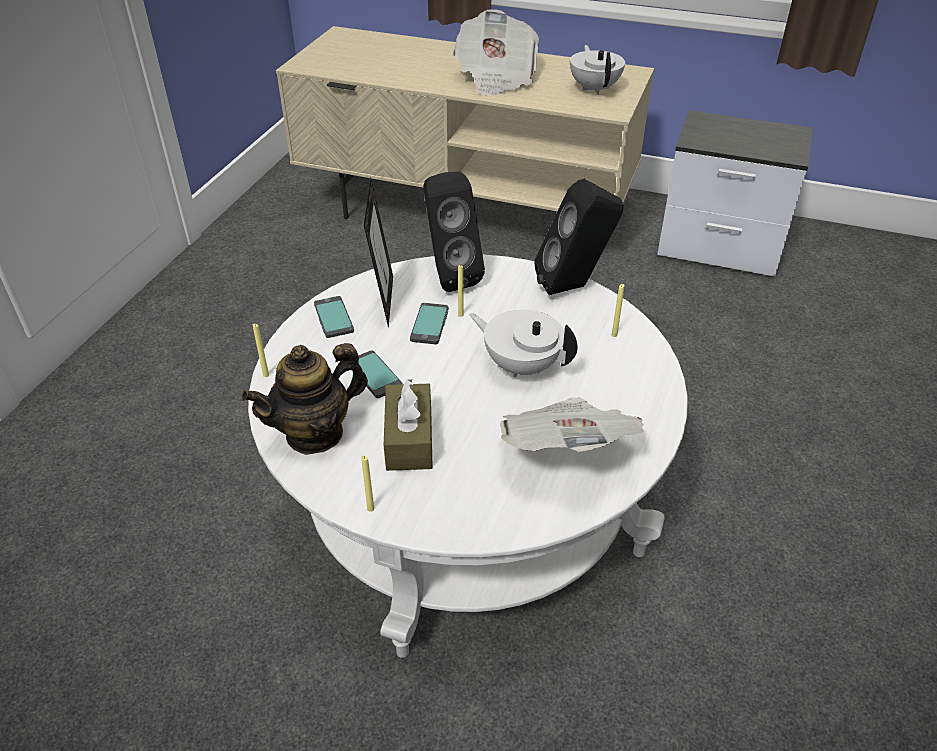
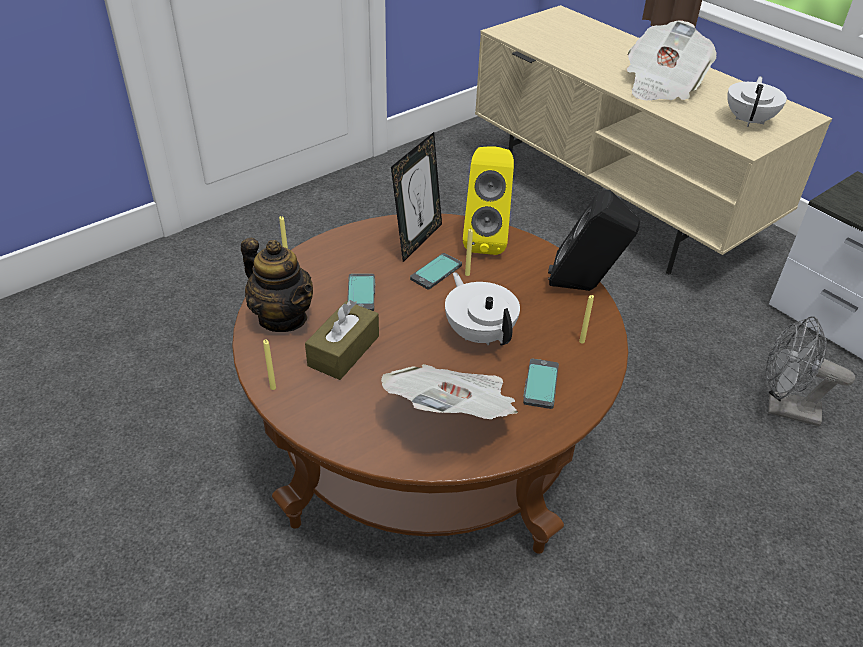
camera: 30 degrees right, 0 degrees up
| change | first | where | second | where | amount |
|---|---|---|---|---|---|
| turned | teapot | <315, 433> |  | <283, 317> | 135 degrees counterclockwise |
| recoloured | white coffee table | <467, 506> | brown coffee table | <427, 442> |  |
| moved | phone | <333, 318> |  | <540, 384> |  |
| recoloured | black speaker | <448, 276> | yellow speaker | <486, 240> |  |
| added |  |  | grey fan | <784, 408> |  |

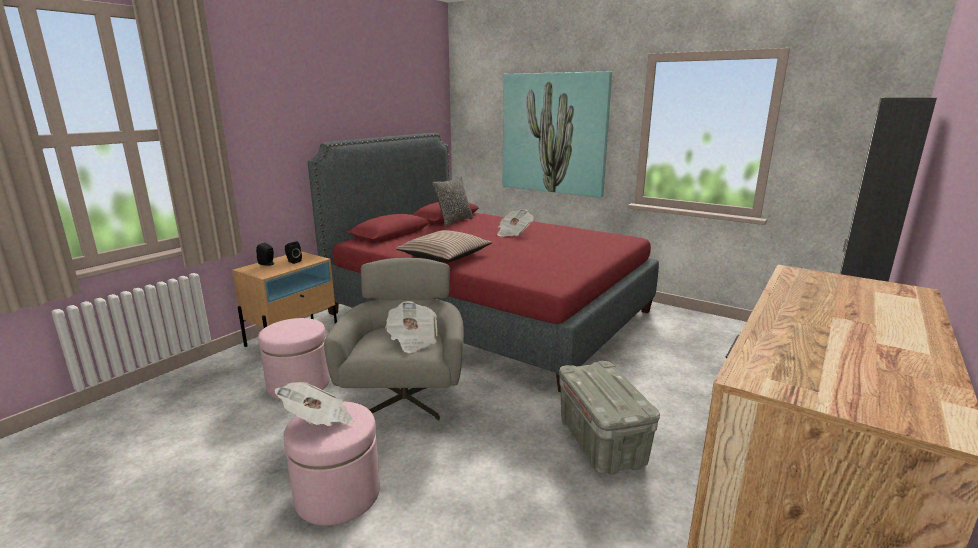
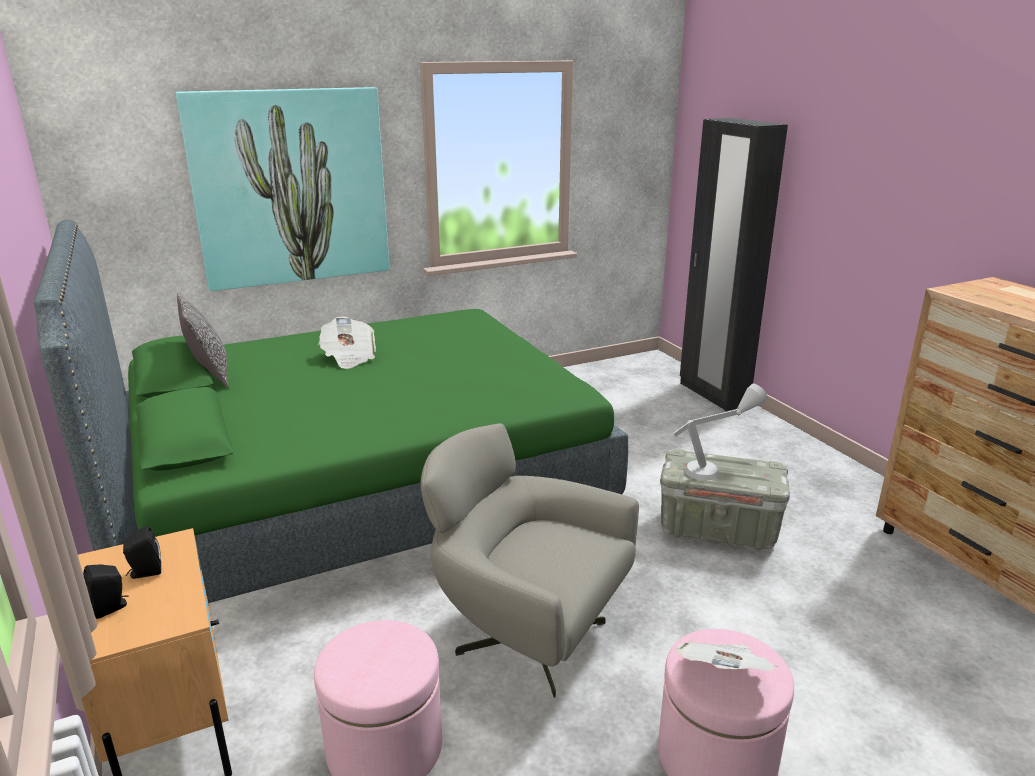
camera: 60 degrees left, 5 degrees up
| change | first | where | second | where | amount |
|---|---|---|---|---|---|
| recoloured | red bed | <488, 312> | green bed | <355, 491> |  |
| removed | newspaper | <412, 340> |  |  |  |
| removed | pillow | <444, 256> |  |  |  |
| added |  |  | grey table lamp | <716, 467> |  |

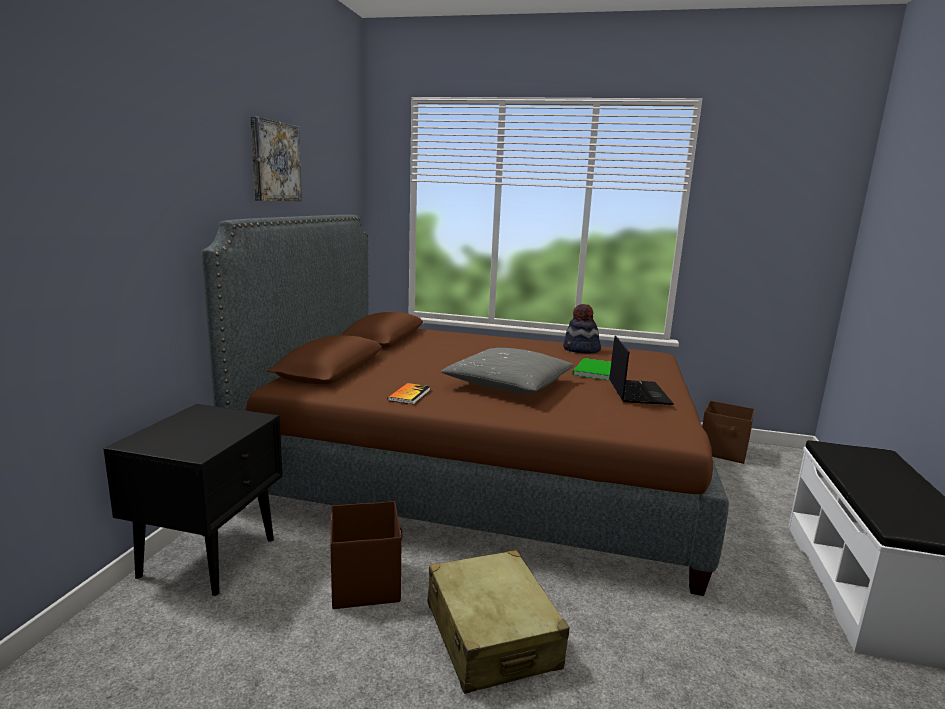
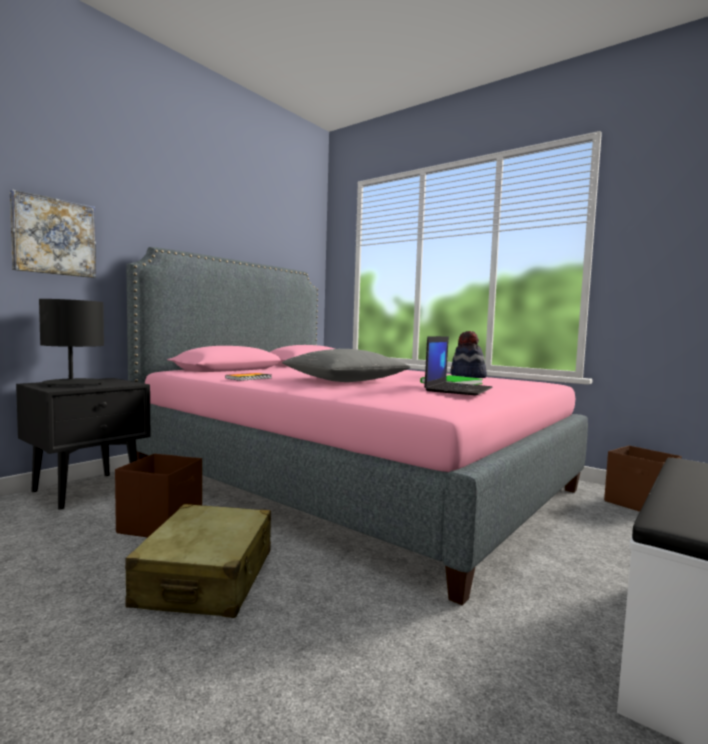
camera: 25 degrees right, 10 degrees down
| change | first | where | second | where | amount |
|---|---|---|---|---|---|
| recoloured | brown bed | <480, 473> | pink bed | <349, 480> |  |
| moved | picture | <274, 161> |  | <54, 237> |  |
| added |  |  | black table lamp | <73, 383> |  |

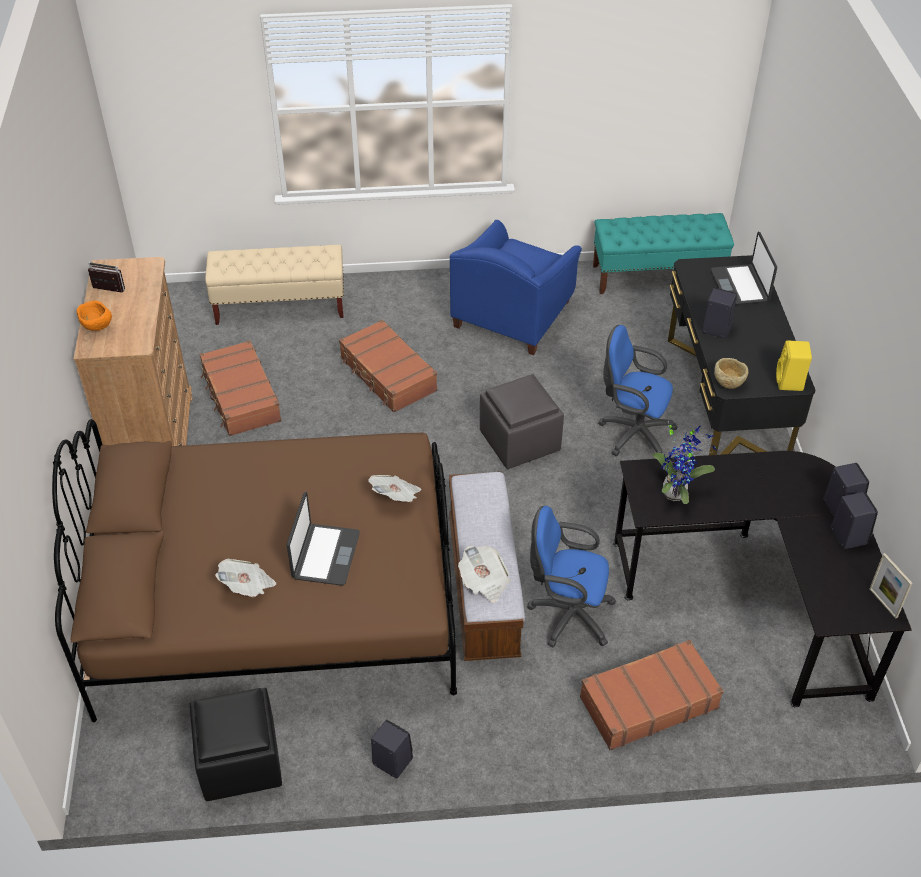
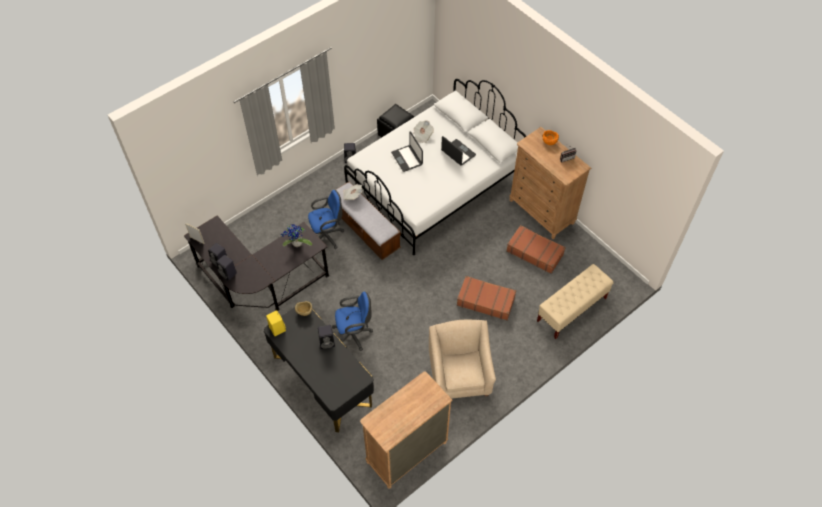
camera: 145 degrees right, 10 degrees up
| change | first | where | second | where | amount |
|---|---|---|---|---|---|
| recoloured | brown bed | <277, 599> | white bed | <434, 184> |  |
| removed | newspaper | <396, 497> |  |  |  |
| recoloured | blue armchair | <513, 315> | beige armchair | <460, 374> |  |
| removed | grey ottoman | <520, 441> |  |  |  |
| removed | brown suitcase | <648, 702> |  |  |  |
| replaced | turquoise bench | <657, 276> | brown dresser | <406, 453> |  |
| moved | laptop | <740, 286> |  | <458, 153> |  |

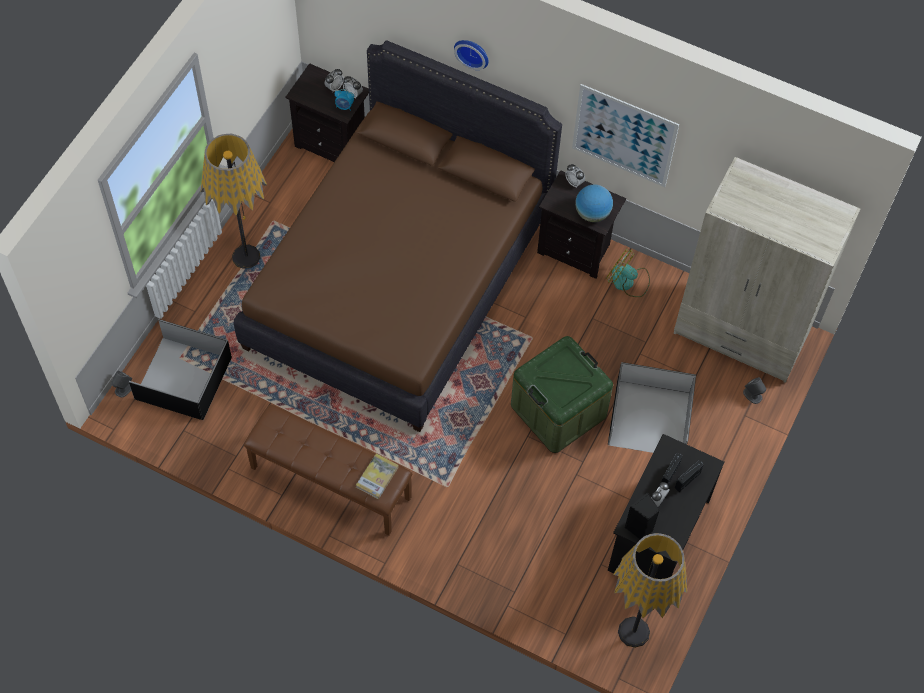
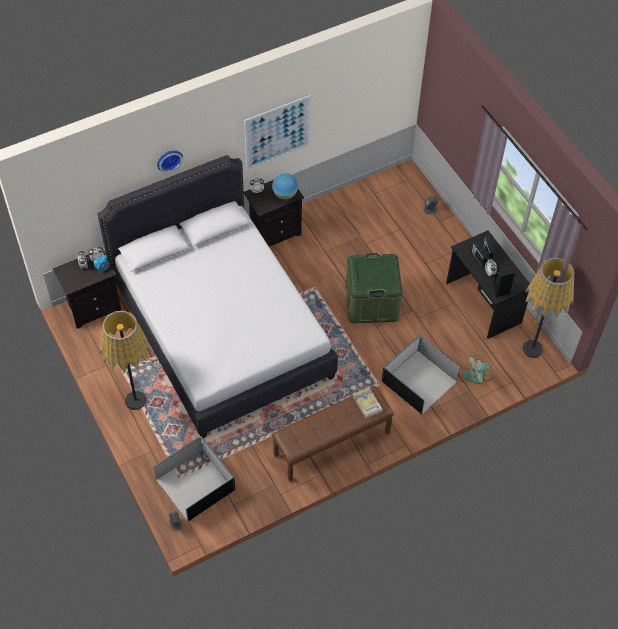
camera: 55 degrees left, 5 degrees down
| change | first | where | second | where | amount |
|---|---|---|---|---|---|
| recoloured | brown bed | <397, 281> | white bed | <221, 330> |  |
| moved | fan | <627, 282> |  | <478, 375> |  |
| moved | black storage box | <648, 418> |  | <418, 381> |  |
| removed | beige wardrobe | <741, 333> |  |  |  |

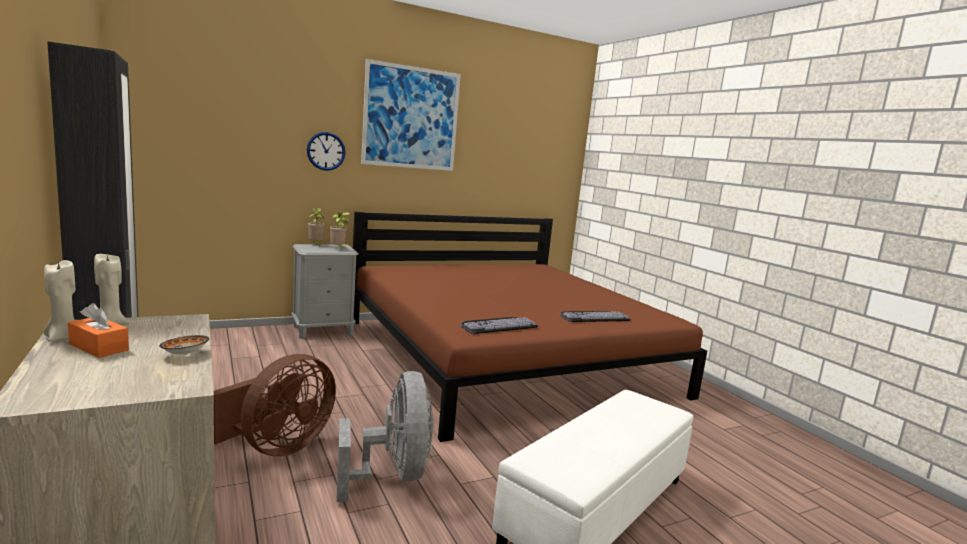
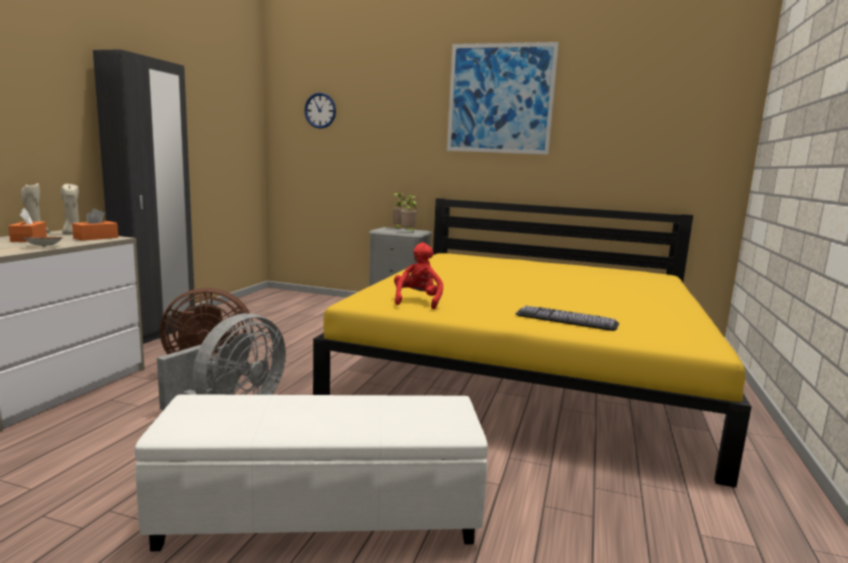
camera: 45 degrees right, 0 degrees up
| change | first | where | second | where | amount |
|---|---|---|---|---|---|
| moved | wall clock | <326, 151> |  | <320, 110> |  |
| recoloured | brown bed | <505, 356> | yellow bed | <529, 366> |  |
| replaced | keyboard | <497, 325> | red plush toy | <417, 301> |  |
| added |  |  | orange tissue box | <96, 238> |  |

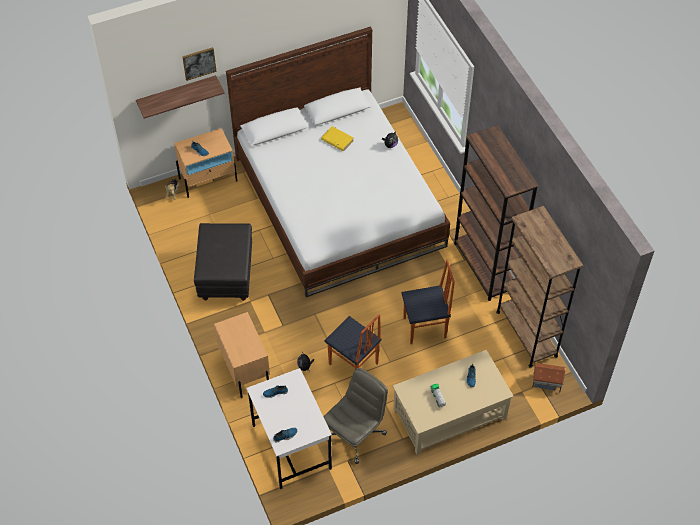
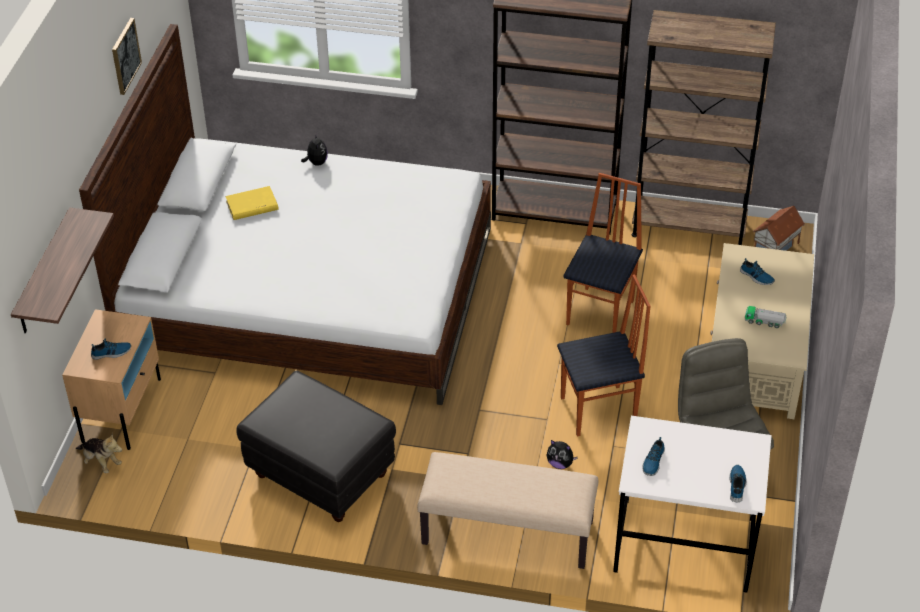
camera: 55 degrees left, 10 degrees down
| change | first | where | second | where | amount |
|---|---|---|---|---|---|
| moved | picture | <199, 63> |  | <125, 56> |  |
| replaced | beige nightstand | <244, 369> | beige bench | <506, 533> |  |

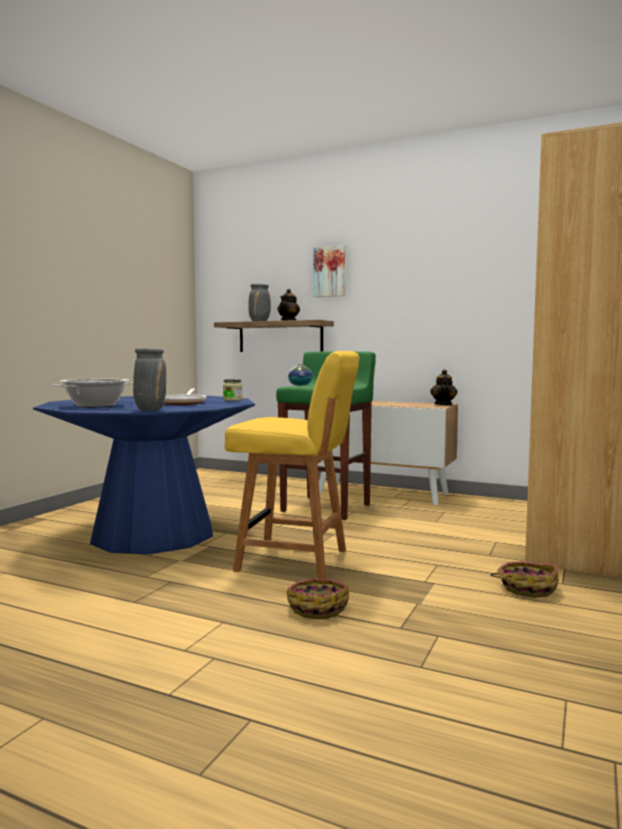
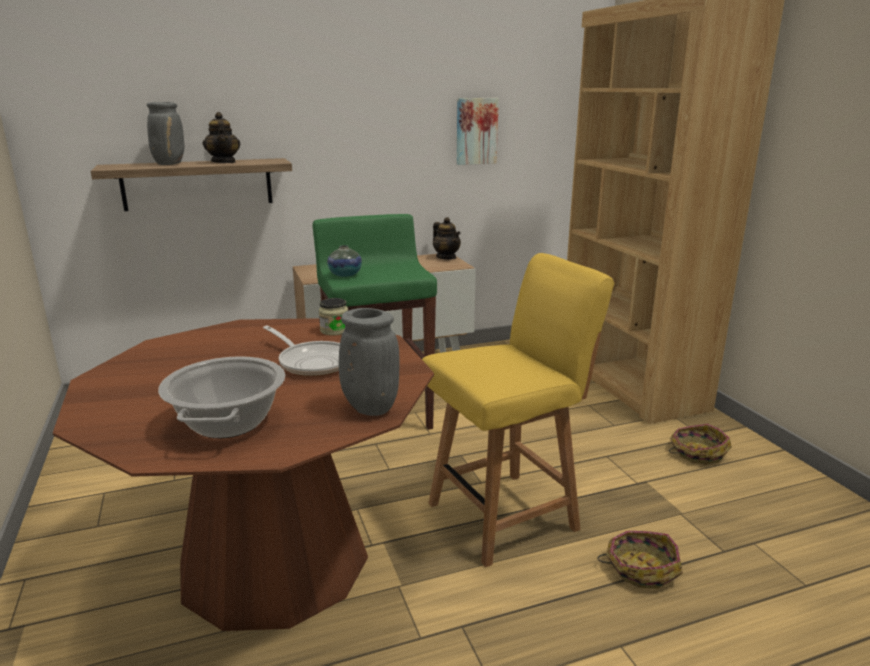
camera: 45 degrees left, 15 degrees up
| change | first | where | second | where | amount |
|---|---|---|---|---|---|
| recoloured | blue dining table | <153, 534> | brown dining table | <275, 560> |  |
| moved | picture | <330, 271> |  | <476, 131> |  |

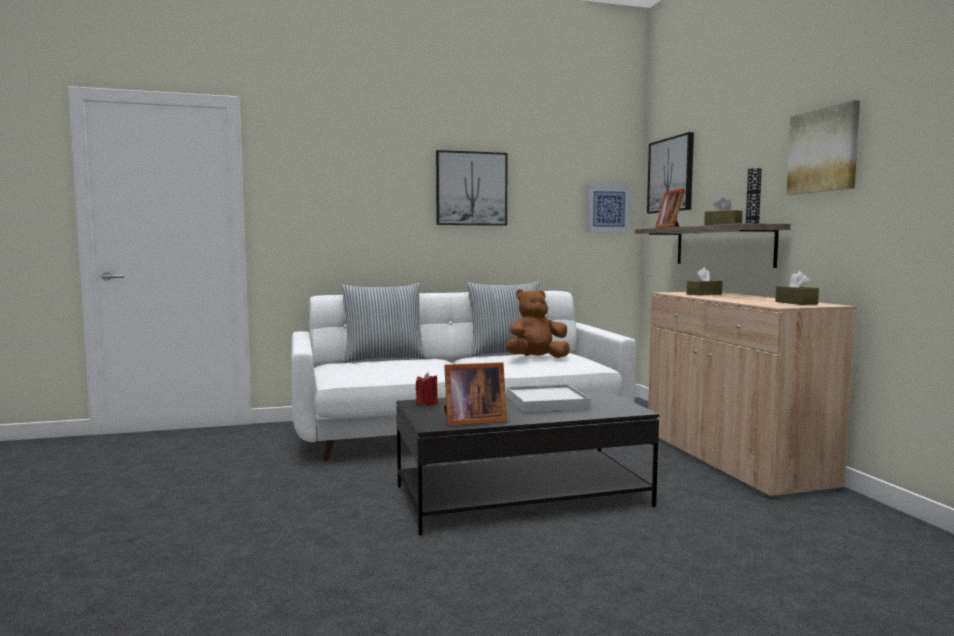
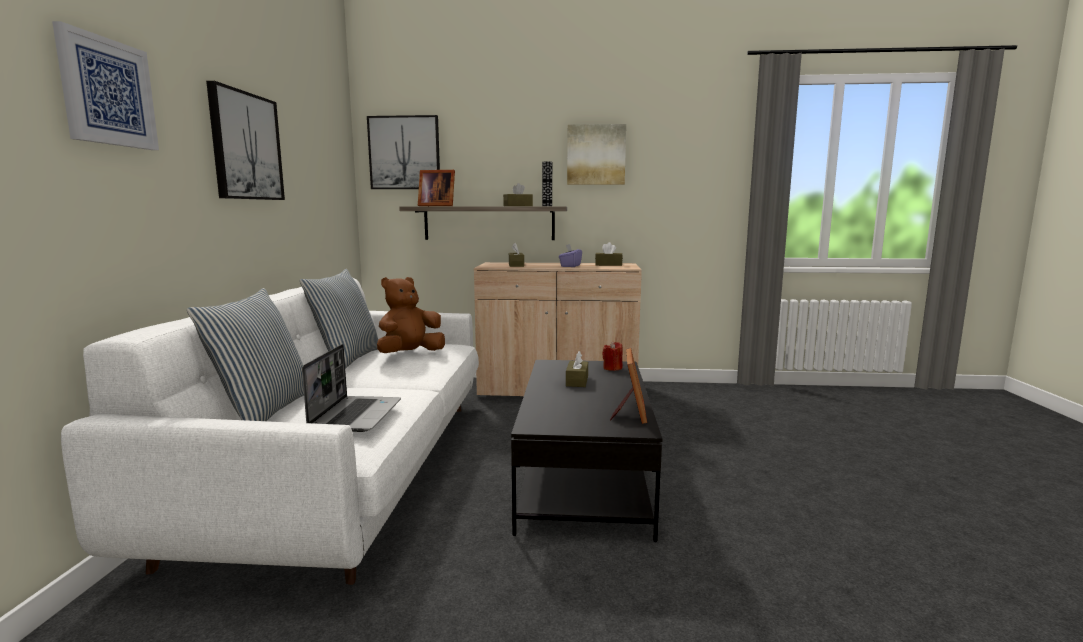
camera: 70 degrees left, 5 degrees up
| change | first | where | second | where | amount |
|---|---|---|---|---|---|
| moved | red candle | <427, 403> |  | <612, 368> |  |
| turned | brown plush toy | <536, 358> |  | <410, 354> | 45 degrees clockwise |
| replaced | white tray | <547, 402> | brown tissue box | <577, 381> |  |
| moved | picture | <607, 208> |  | <107, 92> |  |
| added |  |  | laptop | <356, 415> |  |
| added |  |  | purple tissue box | <570, 266> |  |

